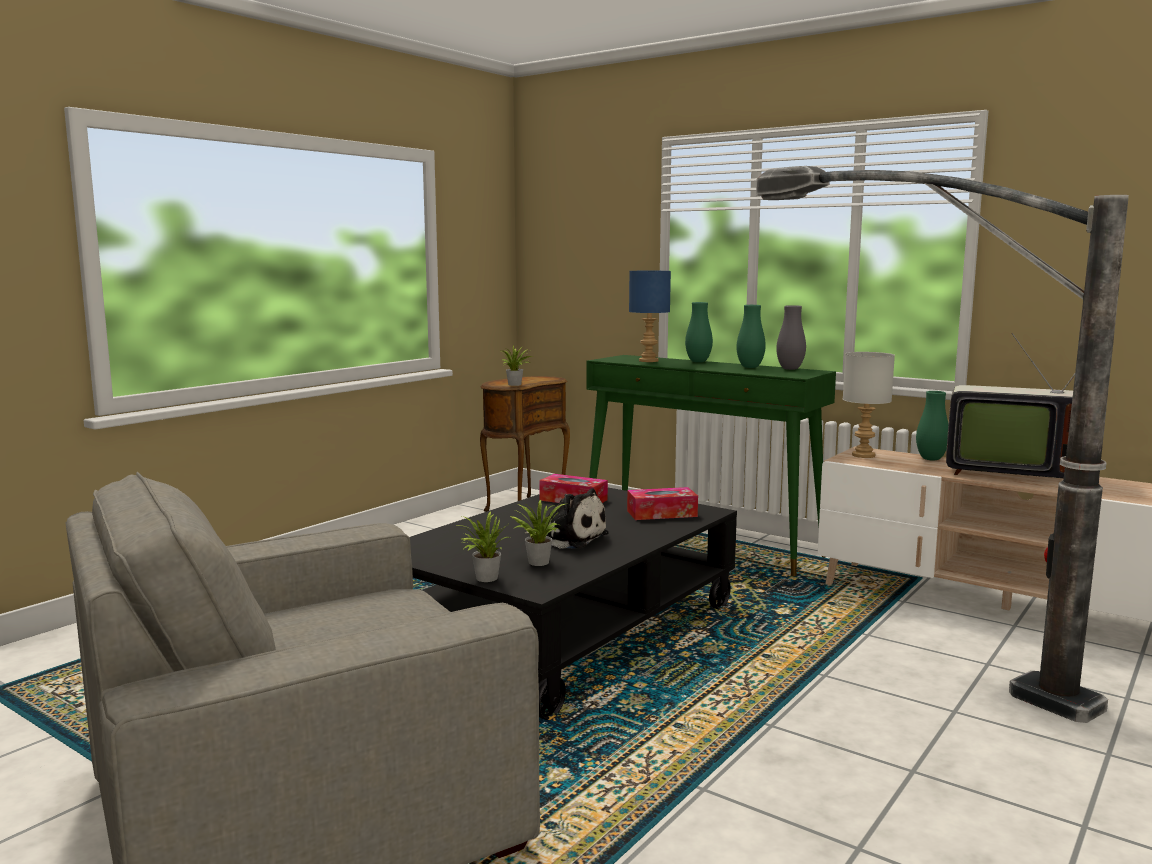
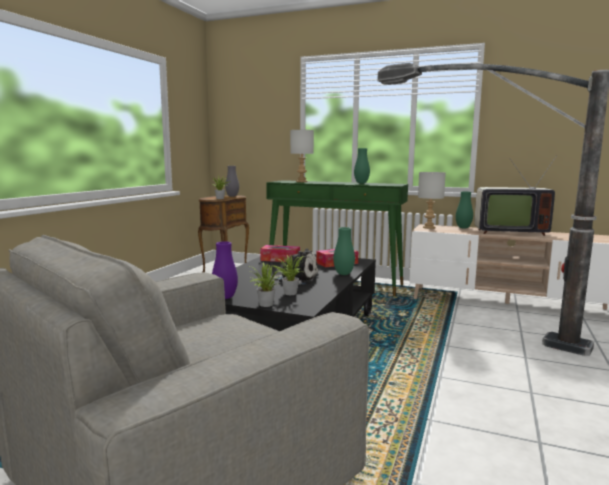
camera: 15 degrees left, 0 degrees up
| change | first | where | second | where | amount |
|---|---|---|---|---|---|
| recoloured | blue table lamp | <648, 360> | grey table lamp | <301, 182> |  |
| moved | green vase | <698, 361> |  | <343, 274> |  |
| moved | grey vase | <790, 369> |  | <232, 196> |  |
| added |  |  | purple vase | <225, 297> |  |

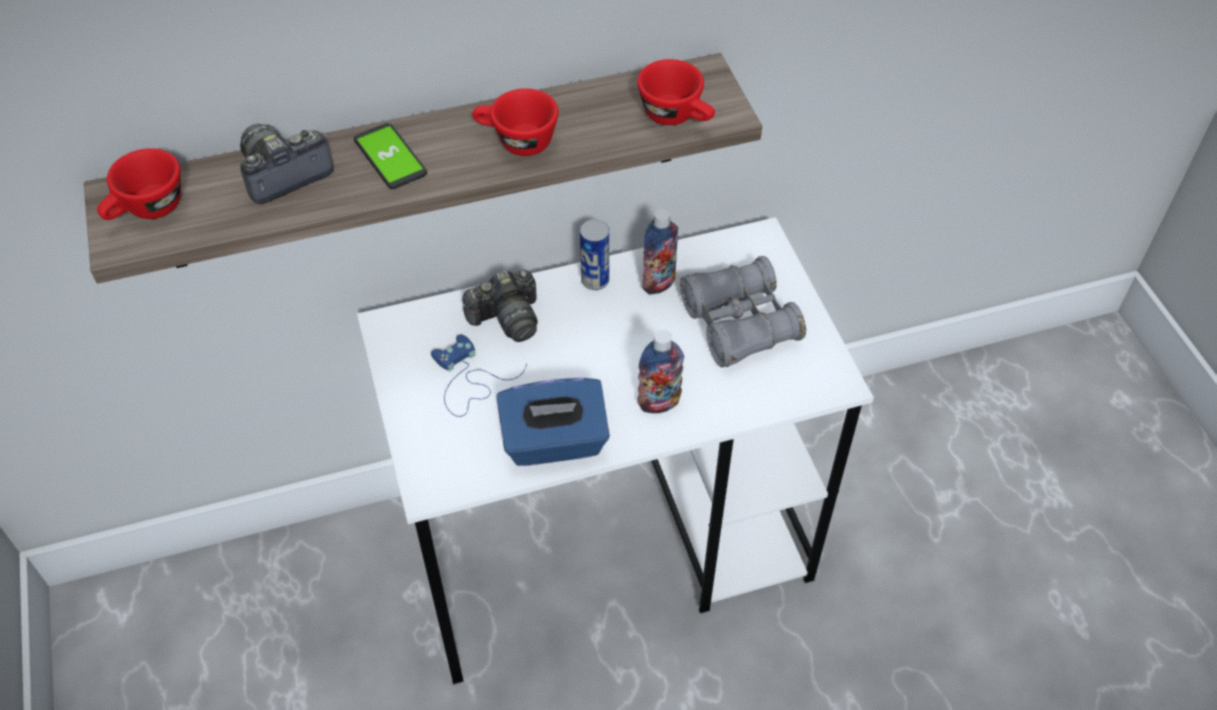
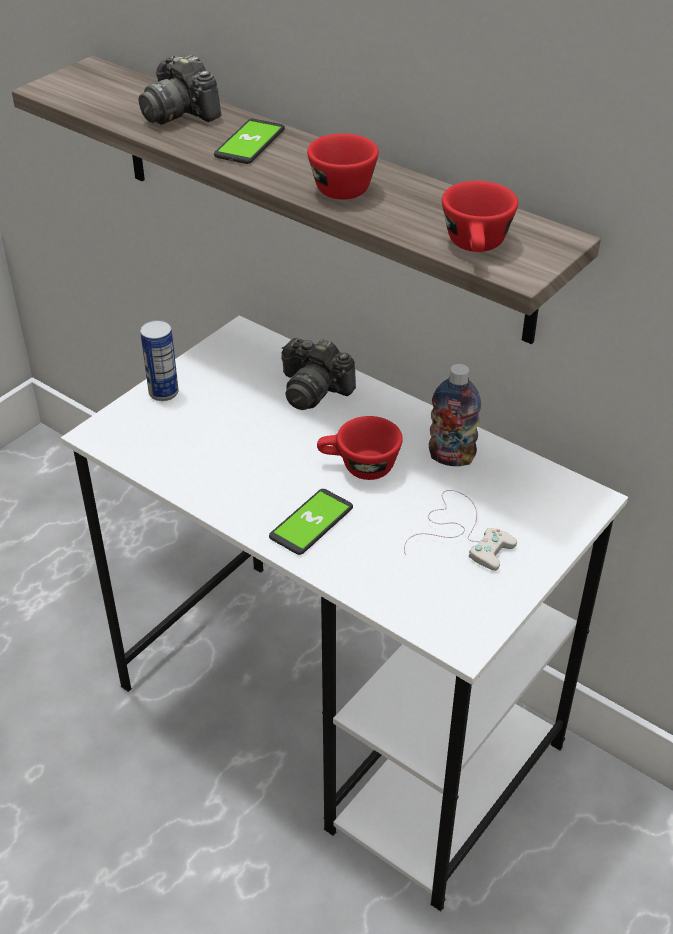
camera: 55 degrees right, 10 degrees down
| change | first | where | second | where | amount |
|---|---|---|---|---|---|
| moved | red cup | <147, 211> |  | <359, 467> |  |
| turned | photo camera | <283, 174> |  | <180, 113> | 150 degrees counterclockwise |
| removed | blue game controller | <468, 379> |  |  |  |
| removed | blue tissue box | <554, 442> |  |  |  |
| moved | can | <595, 280> |  | <163, 392> |  |
| replaced | bottle | <659, 403> | phone | <311, 523> |  |
| replaced | grey binoculars | <739, 324> | white game controller | <461, 532> |  |

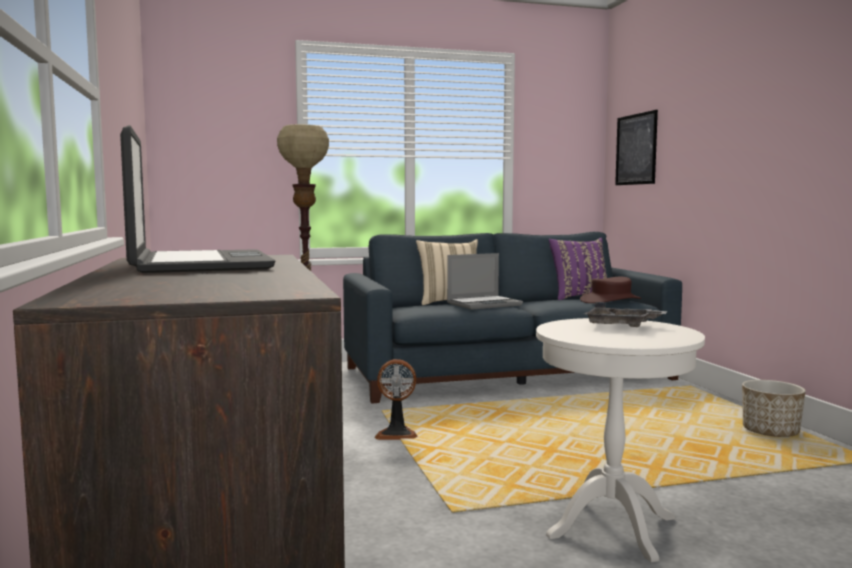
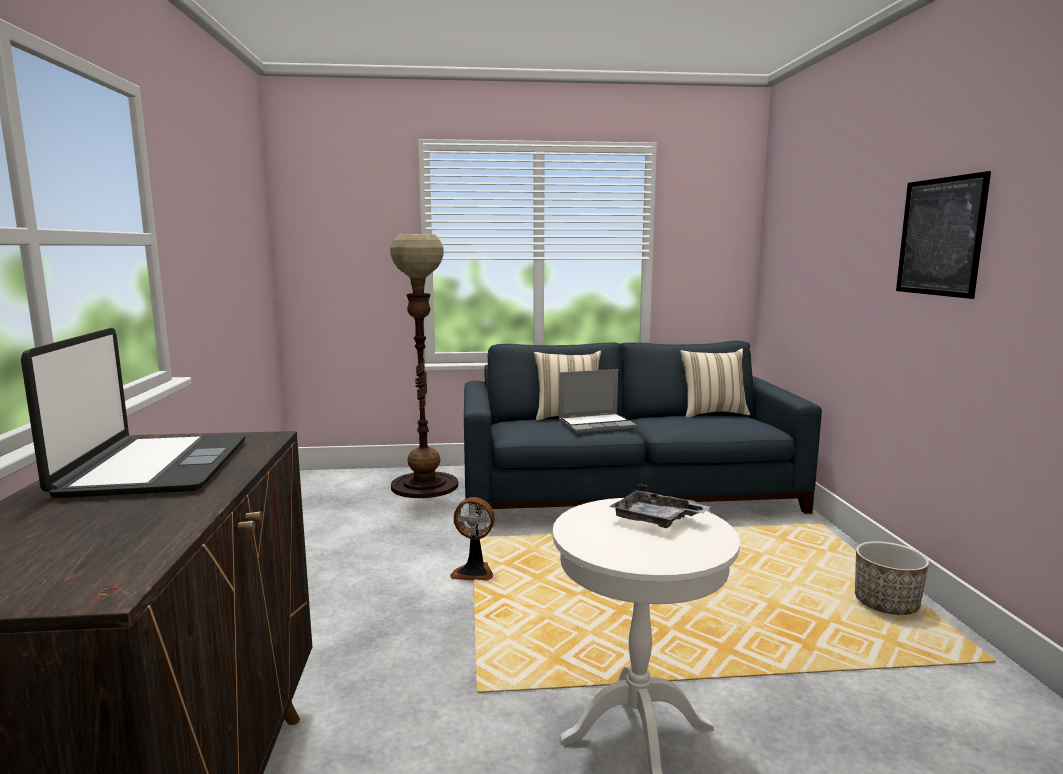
camera: 10 degrees right, 5 degrees up
| change | first | where | second | where | amount |
|---|---|---|---|---|---|
| recoloured | purple pillow | <579, 297> | beige pillow | <712, 413> |  |
| removed | brown hat | <610, 300> |  |  |  |
| moved | picture | <636, 149> |  | <940, 237> |  |

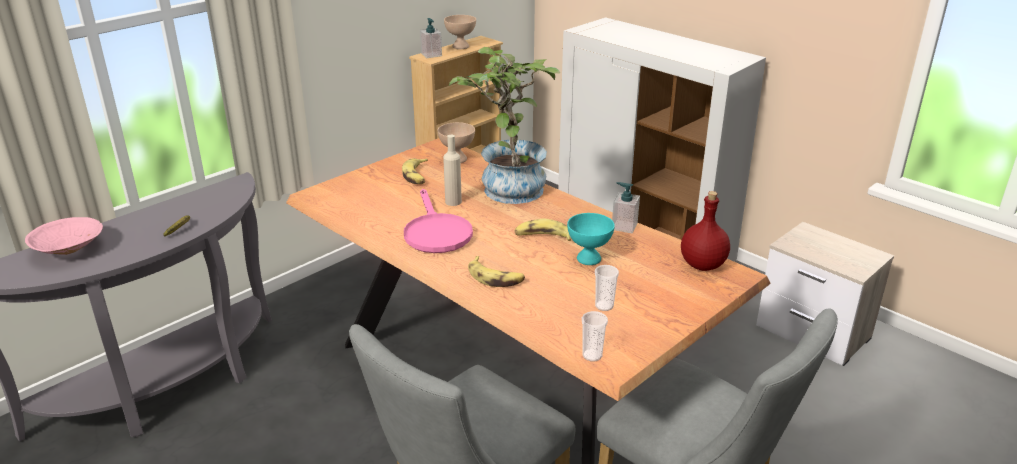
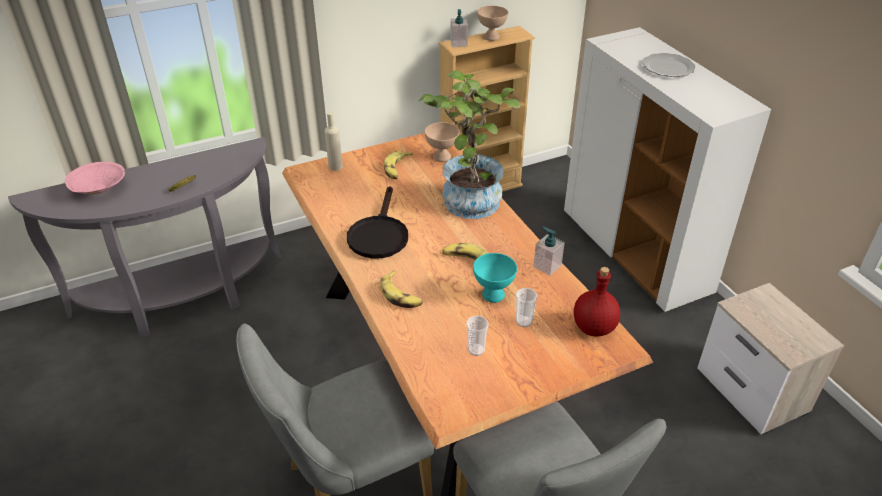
camera: 20 degrees right, 10 degrees up
| change | first | where | second | where | amount |
|---|---|---|---|---|---|
| recoloured | pink frying pan | <436, 232> | black frying pan | <379, 234> |  |
| moved | beige bottle | <453, 202> |  | <335, 166> |  |
| moved | cup | <592, 355> |  | <524, 321> |  |
| added |  |  | plate | <668, 68> |  |

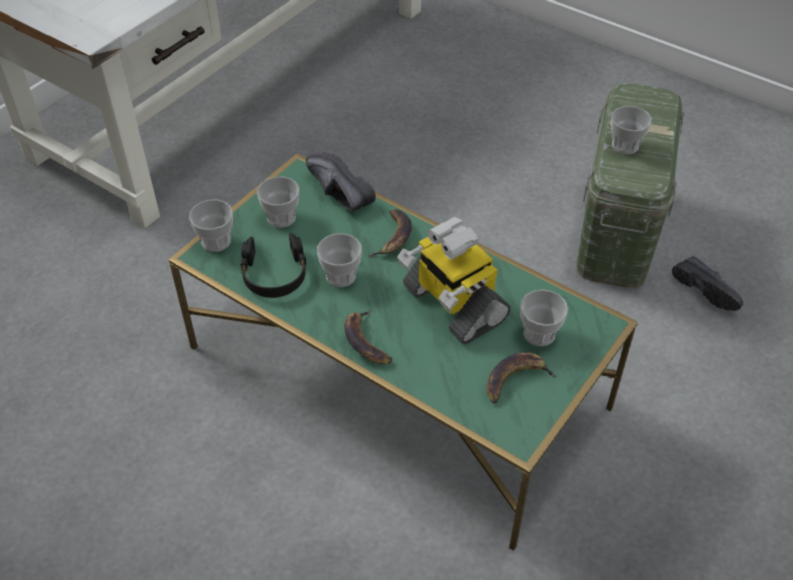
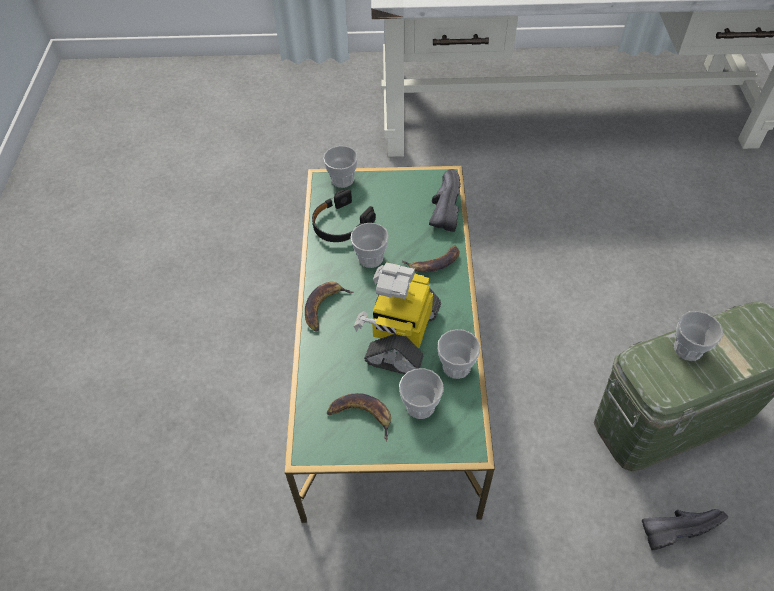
camera: 55 degrees right, 5 degrees up
| change | first | where | second | where | amount |
|---|---|---|---|---|---|
| moved | cup | <281, 218> |  | <456, 366> |  |
| turned | black shoe | <707, 290> |  | <677, 527> | 120 degrees counterclockwise |

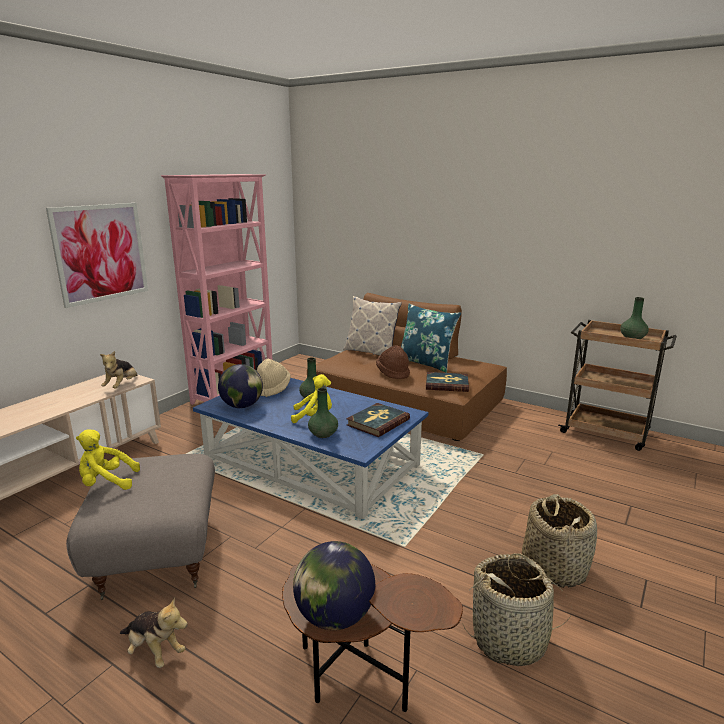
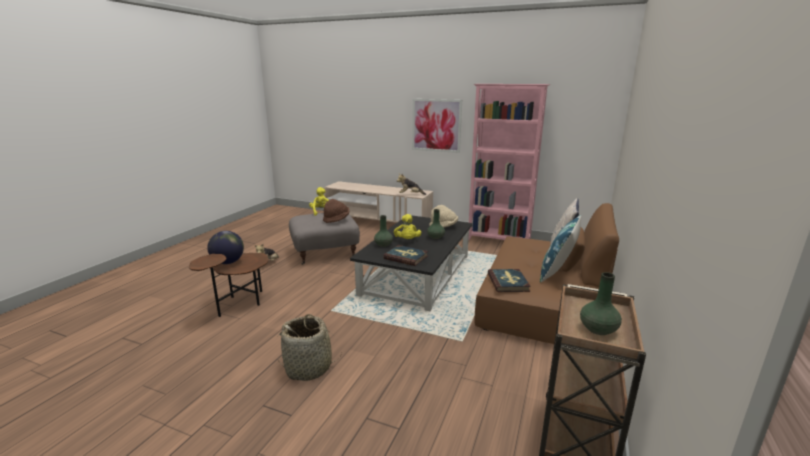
camera: 80 degrees right, 0 degrees up
| change | first | where | second | where | amount |
|---|---|---|---|---|---|
| recoloured | blue coffee table | <313, 462> | black coffee table | <417, 275> |  |
| removed | globe | <242, 406> |  |  |  |
| moved | brown hat | <393, 373> |  | <336, 219> |  |
| removed | basket | <510, 639> |  |  |  |

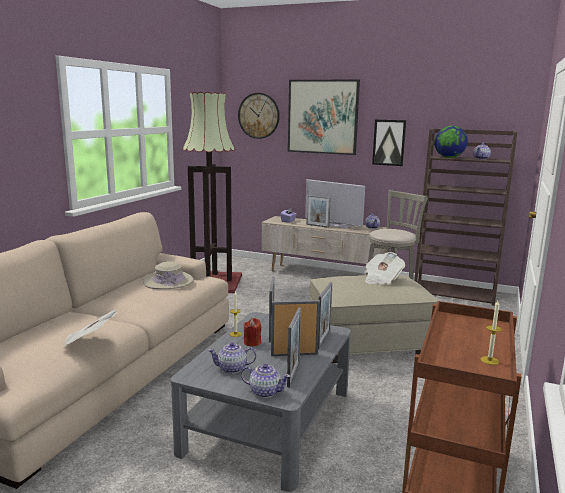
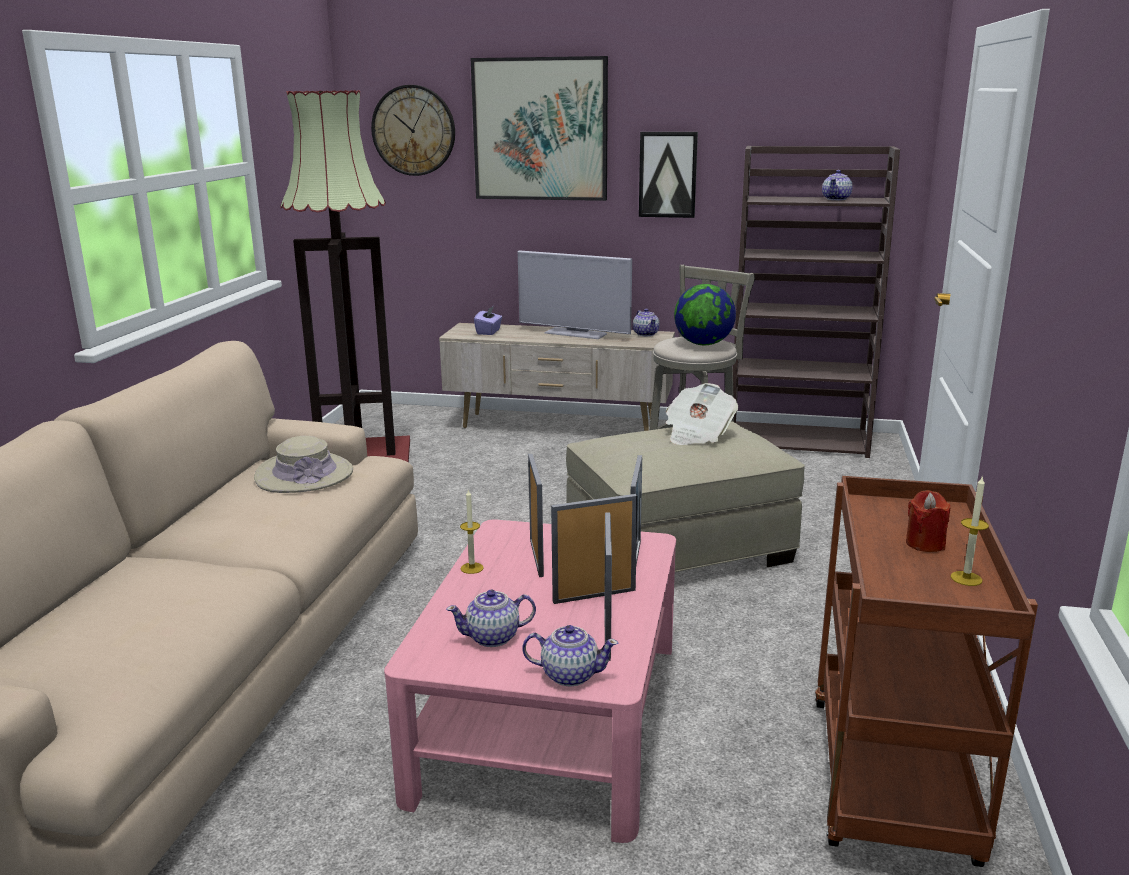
camera: 10 degrees left, 5 degrees up
| change | first | where | second | where | amount |
|---|---|---|---|---|---|
| removed | newspaper | <90, 341> |  |  |  |
| recoloured | grey coffee table | <268, 420> | pink coffee table | <549, 716> |  |
| moved | red candle | <252, 342> |  | <925, 544> |  |
| removed | picture frame | <317, 226> |  |  |  |
| moved | globe | <449, 157> |  | <703, 344> |  |

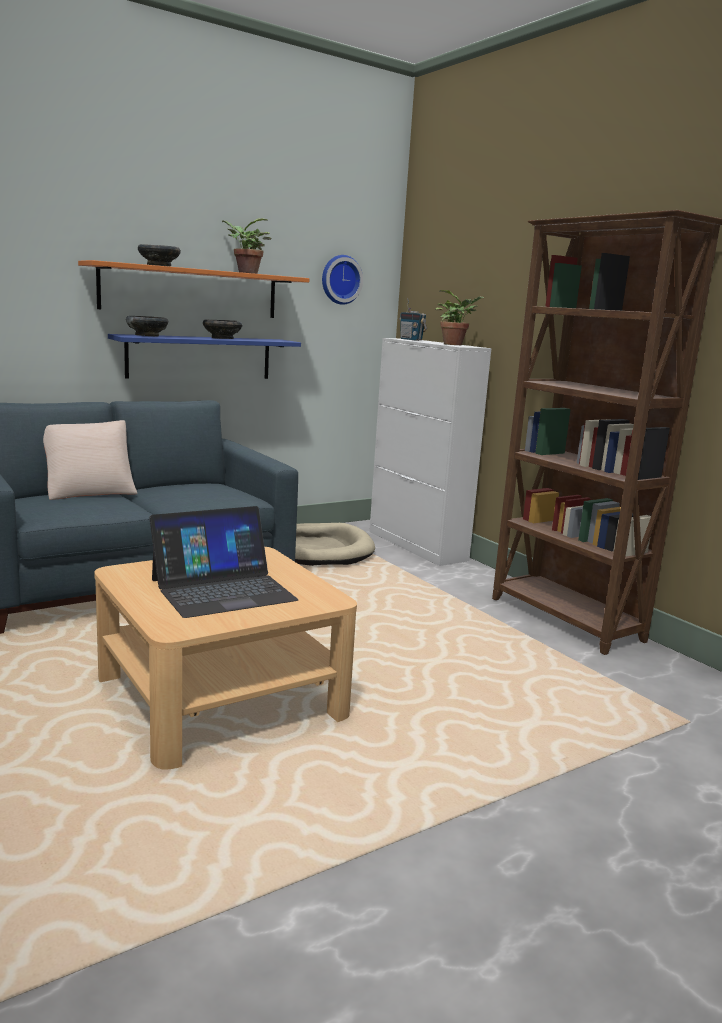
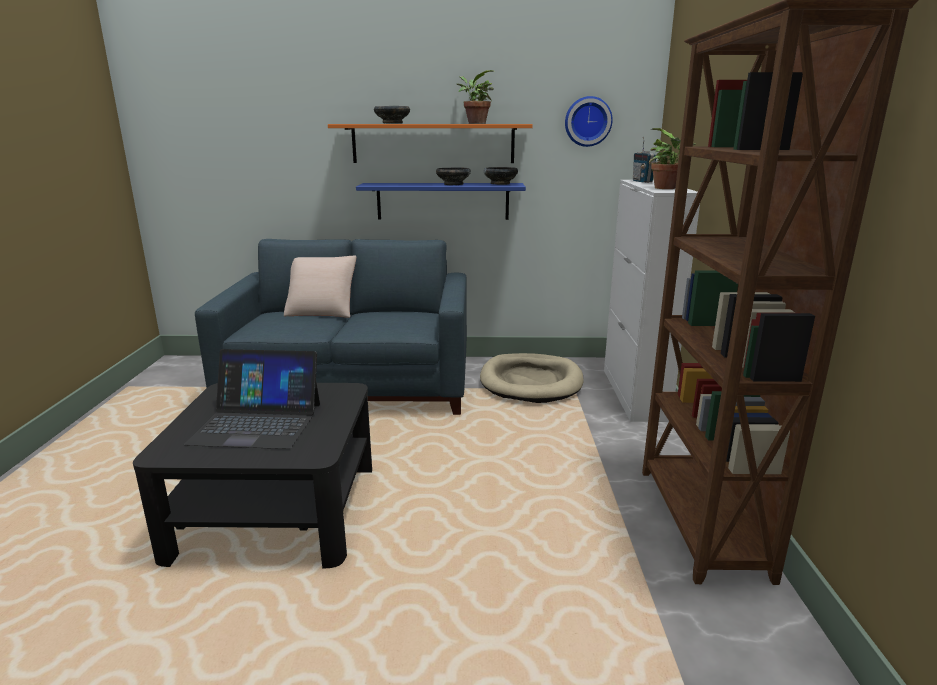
camera: 35 degrees right, 5 degrees up
| change | first | where | second | where | amount |
|---|---|---|---|---|---|
| recoloured | beige coffee table | <221, 696> | black coffee table | <278, 509> |  |
| moved | black bowl | <147, 335> |  | <500, 184> |  |

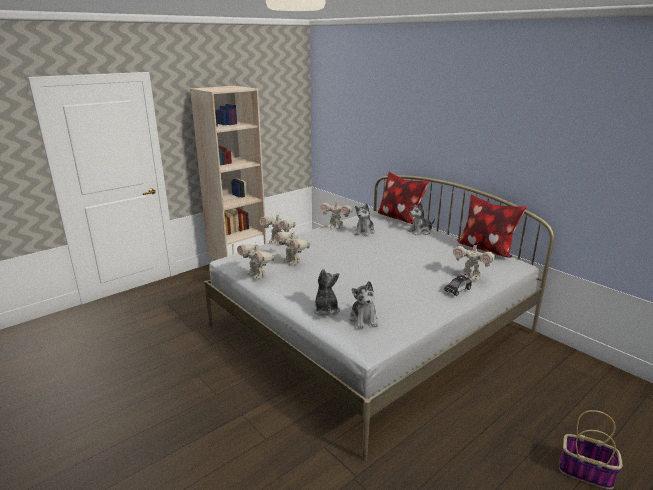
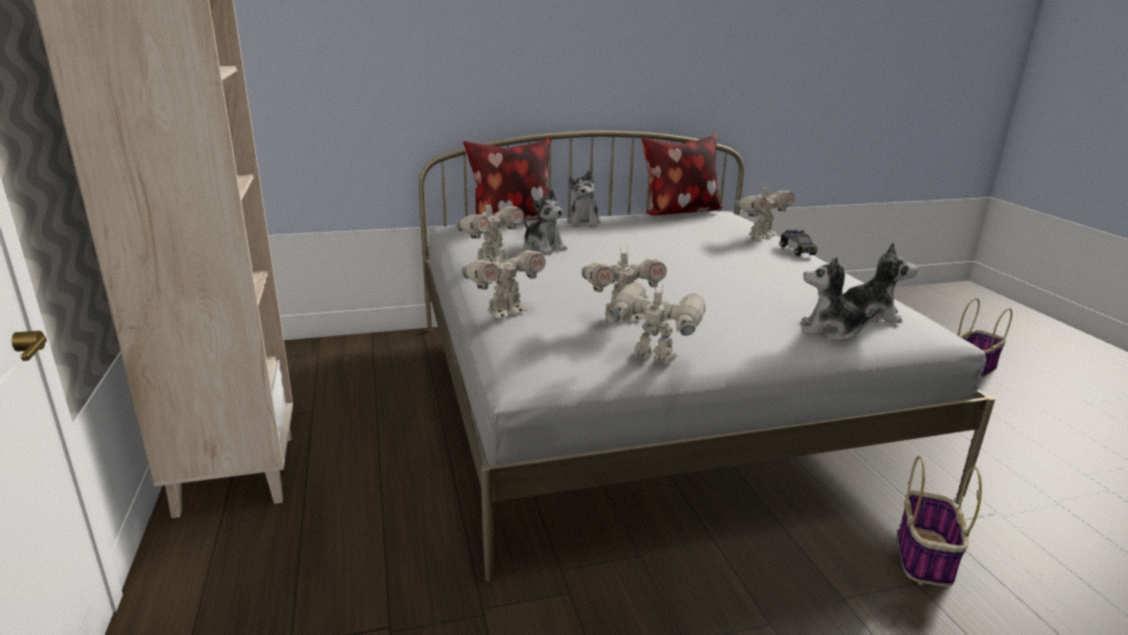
camera: 65 degrees left, 0 degrees up
| change | first | where | second | where | amount |
|---|---|---|---|---|---|
| turned | toy robot | <257, 275> |  | <653, 359> | 135 degrees counterclockwise |
| added |  |  | basket | <925, 558> |  |

